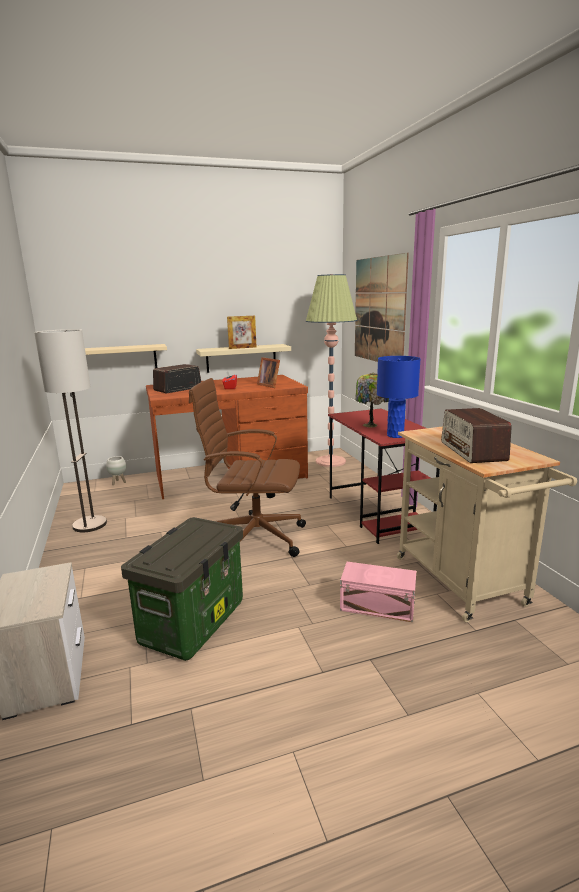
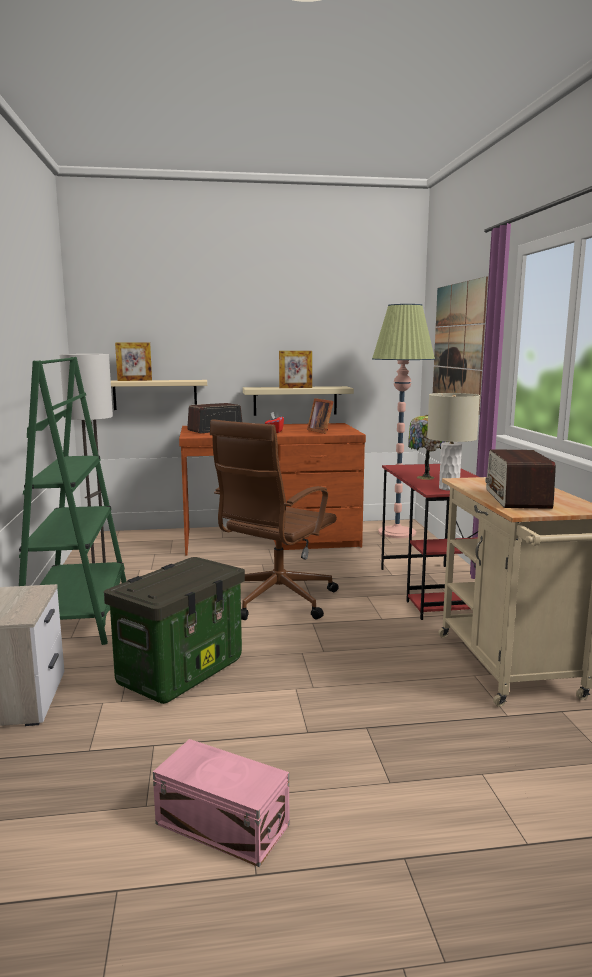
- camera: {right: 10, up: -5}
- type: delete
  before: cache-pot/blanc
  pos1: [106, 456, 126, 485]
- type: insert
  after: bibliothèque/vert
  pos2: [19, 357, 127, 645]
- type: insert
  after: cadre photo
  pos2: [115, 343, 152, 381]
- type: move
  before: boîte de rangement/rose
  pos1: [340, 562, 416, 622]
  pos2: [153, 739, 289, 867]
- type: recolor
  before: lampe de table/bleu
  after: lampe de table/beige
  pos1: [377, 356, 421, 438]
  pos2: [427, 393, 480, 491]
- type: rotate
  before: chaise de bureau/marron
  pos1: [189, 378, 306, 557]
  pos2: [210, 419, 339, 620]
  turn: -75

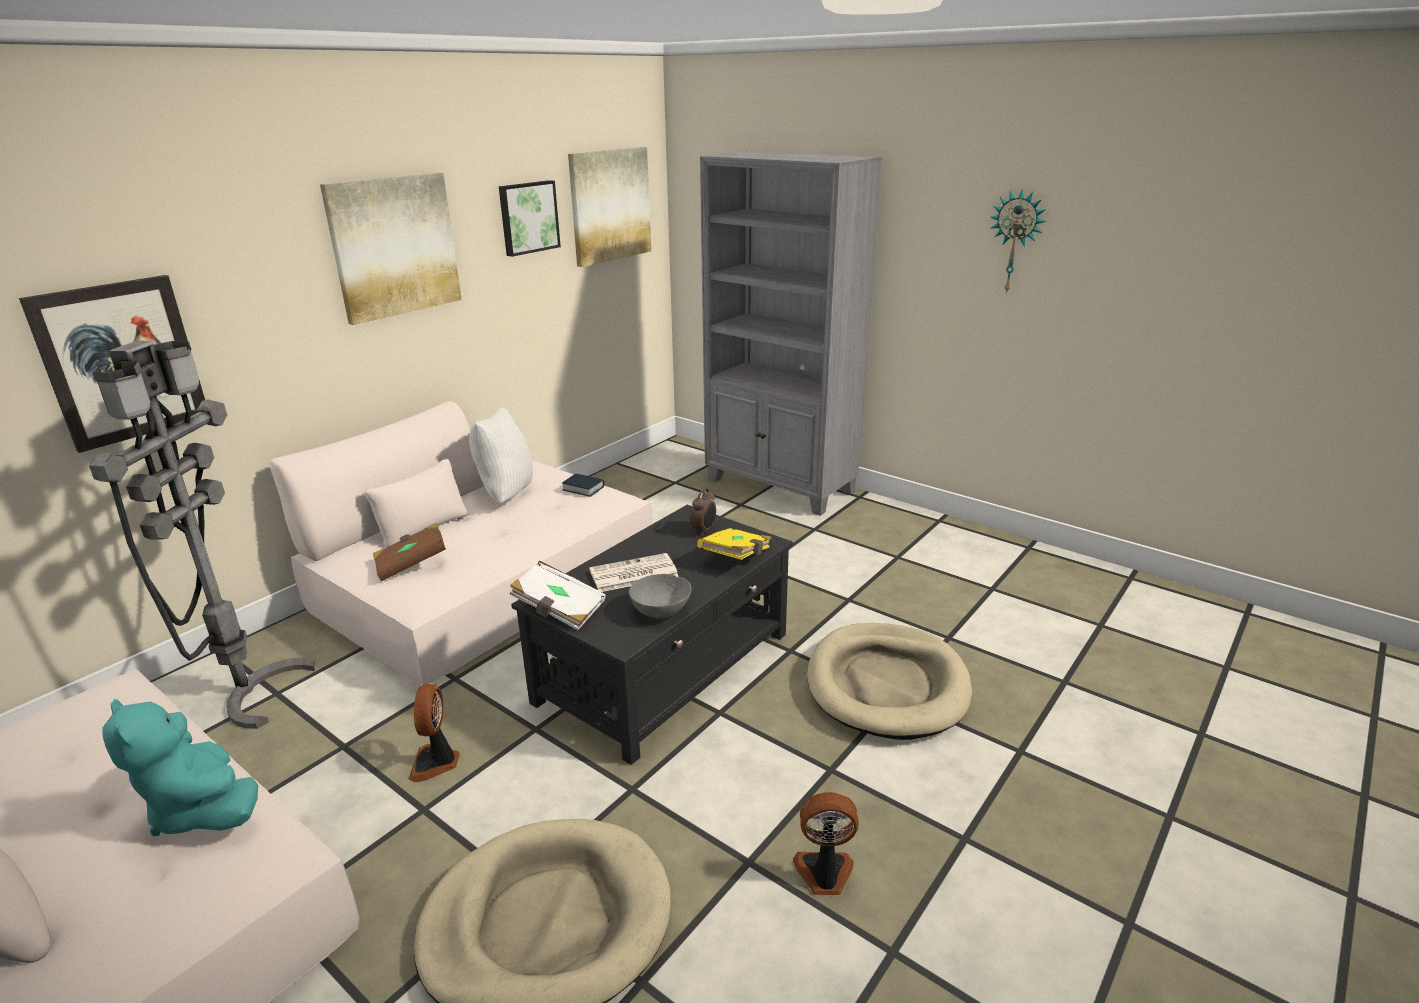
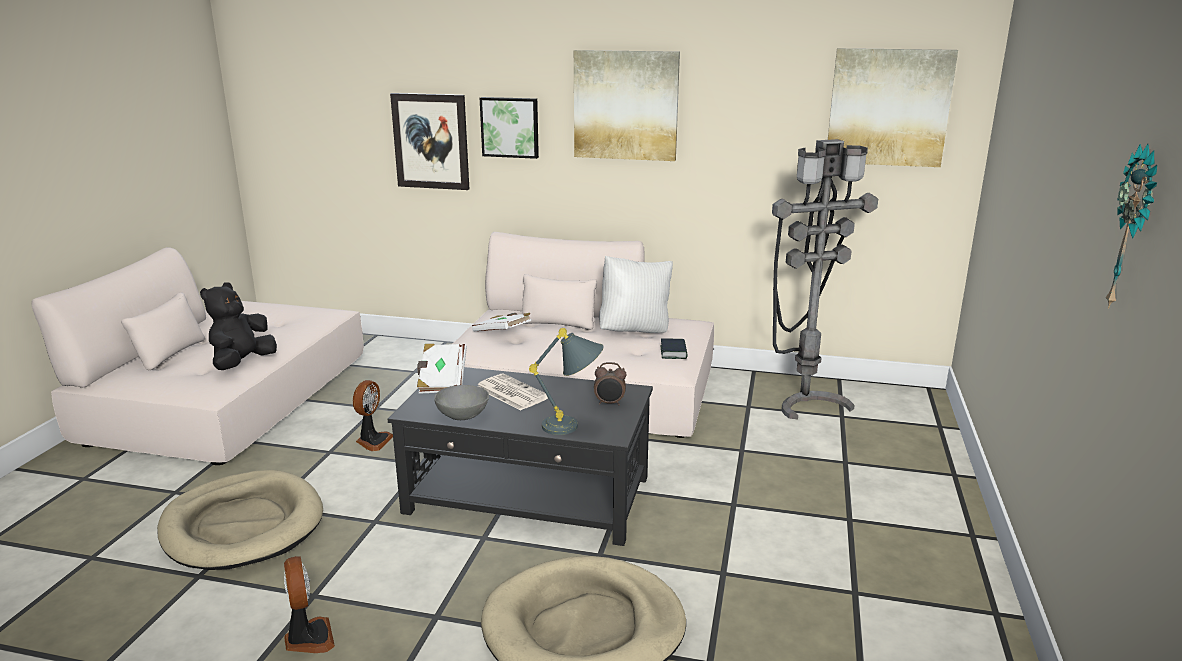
- camera: {right: 65, up: -5}
- type: delete
  before: bibliothèque/gris
  pos1: [700, 151, 882, 516]
- type: move
  before: lampadaire/gris
  pos1: [89, 341, 315, 729]
  pos2: [772, 139, 878, 419]
- type: move
  before: tableau
  pos1: [499, 180, 561, 257]
  pos2: [480, 97, 539, 159]
- type: replace
  before: livre/jaune
  after: lampe de table/gris
  pos1: [697, 528, 772, 560]
  pos2: [529, 328, 603, 435]
- type: recolor
  before: peluche/turquoise
  after: peluche/noir
  pos1: [102, 699, 258, 836]
  pos2: [200, 282, 277, 370]
- type: recolor
  before: livre/marron
  after: livre/blanc
  pos1: [373, 523, 446, 581]
  pos2: [472, 313, 531, 331]
- type: rotate
  before: ventilateur
  pos1: [409, 684, 460, 782]
  pos2: [353, 380, 393, 451]
  turn: 135

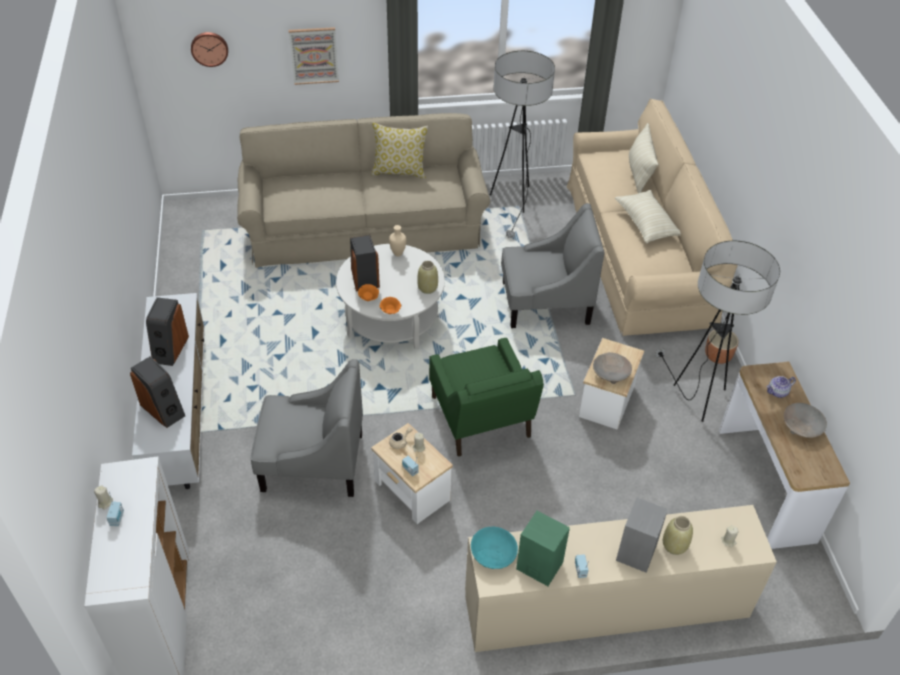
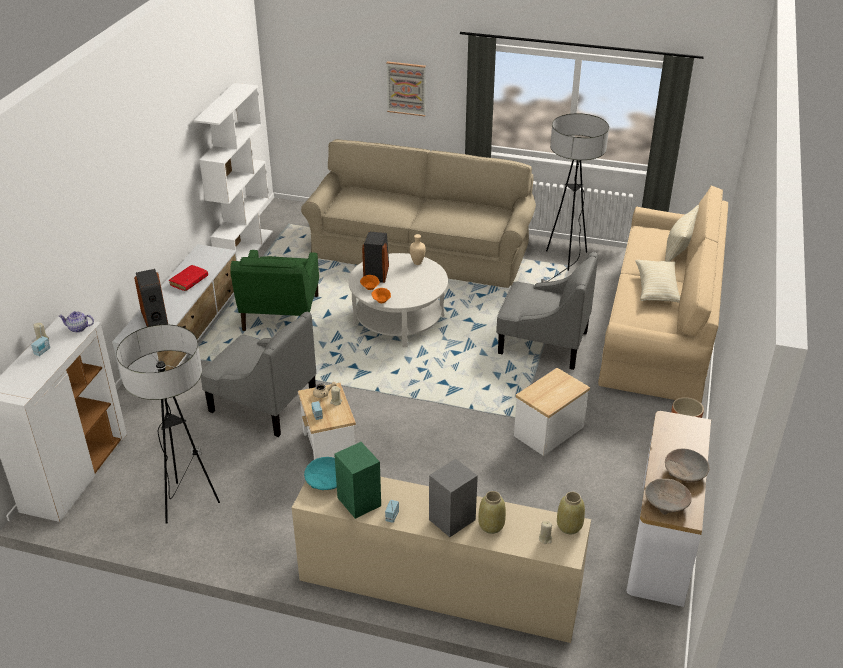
- camera: {right: 25, up: -10}
- type: delete
  before: horloge murale
  pos1: [191, 32, 228, 67]
- type: delete
  before: coussin
  pos1: [372, 122, 428, 179]
- type: insert
  after: bibliothèque/blanc
  pos2: [194, 83, 273, 261]
- type: move
  before: vase/beige
  pos1: [417, 261, 438, 294]
  pos2: [557, 492, 585, 534]
- type: move
  before: fauteuil/vert
  pos1: [429, 338, 544, 456]
  pos2: [230, 250, 319, 331]
- type: move
  before: bol/beige
  pos1: [593, 352, 632, 384]
  pos2: [645, 479, 692, 515]
- type: move
  before: lampadaire
  pos1: [655, 241, 780, 422]
  pos2: [116, 324, 220, 524]
- type: move
  before: théière
  pos1: [766, 376, 796, 398]
  pos2: [59, 311, 94, 332]
- type: replace
  before: enceinte
  after: livre/rouge
  pos1: [146, 297, 189, 366]
  pos2: [169, 265, 208, 291]

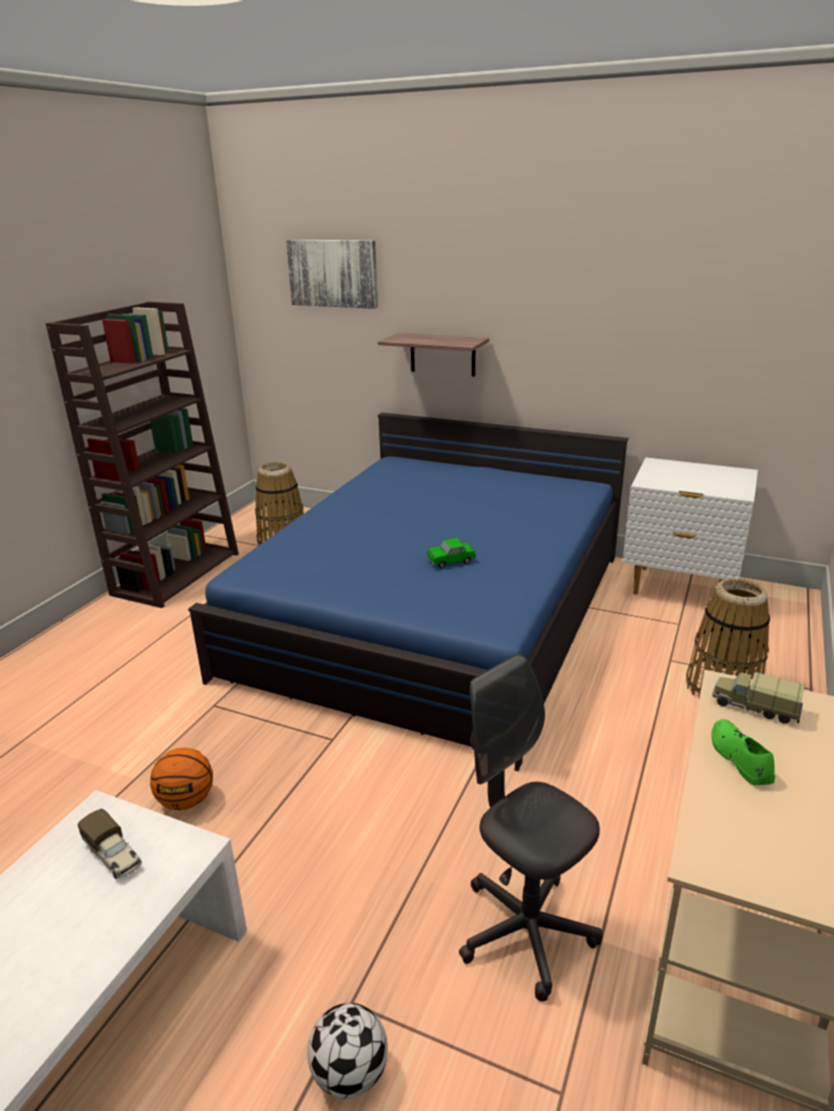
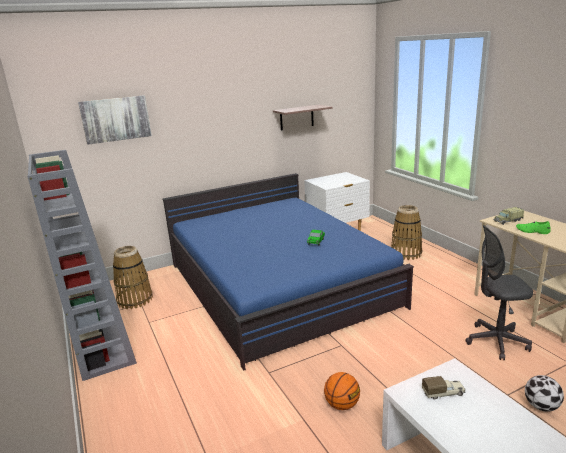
- camera: {right: -50, up: -5}
- type: move
  before: étagère
  pos1: [378, 333, 489, 377]
  pos2: [273, 105, 332, 131]
- type: recolor
  before: bibliothèque/marron
  after: bibliothèque/gris
  pos1: [46, 302, 239, 608]
  pos2: [27, 150, 137, 381]

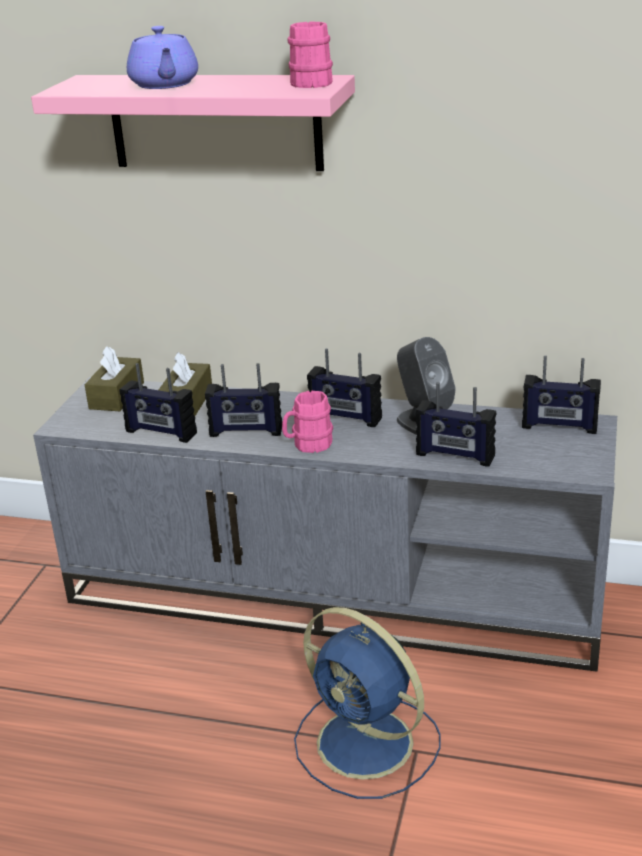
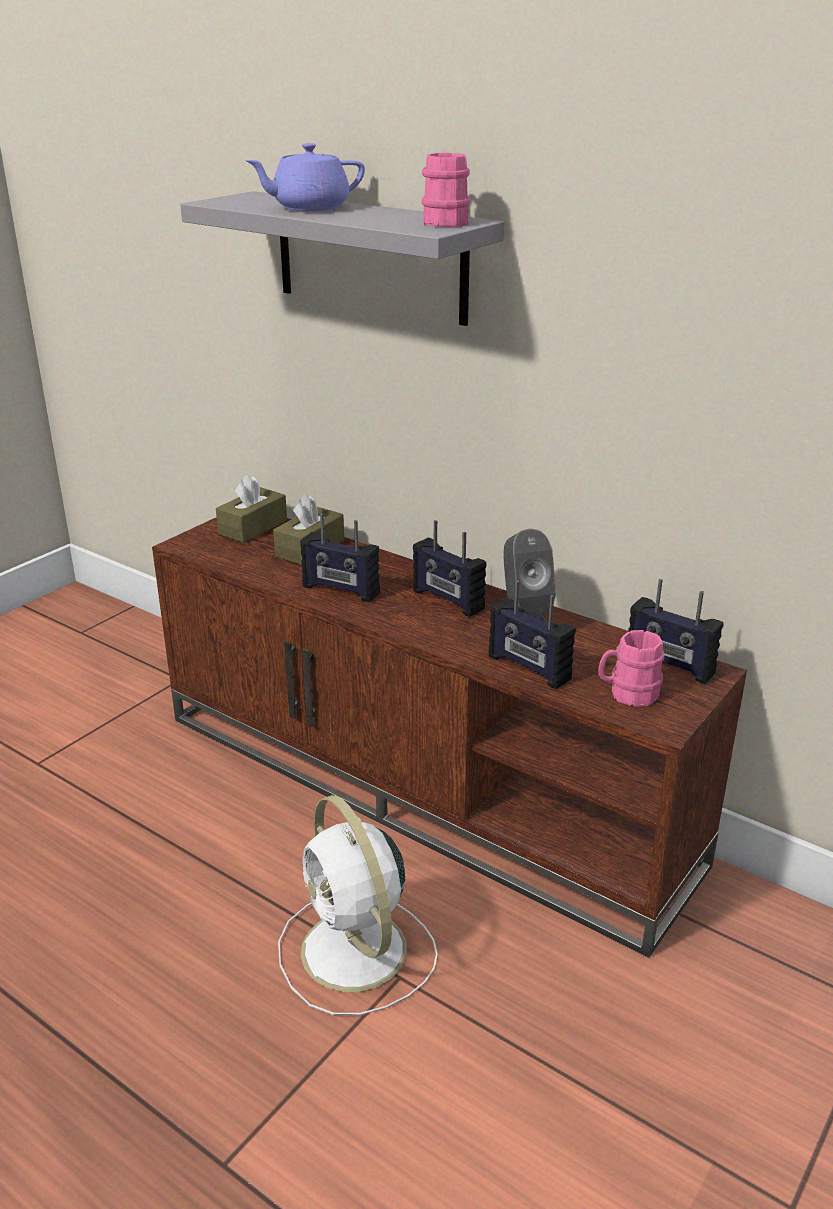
- camera: {right: 20, up: 0}
- type: delete
  before: radio
  pos1: [120, 363, 197, 443]
- type: move
  before: mug/rose
  pos1: [282, 391, 333, 453]
  pos2: [598, 630, 664, 707]
- type: recolor
  before: étagère/rose
  after: étagère/gris
  pos1: [31, 75, 355, 171]
  pos2: [180, 191, 504, 326]
- type: recolor
  before: meuble télé/gris
  after: meuble télé/marron
  pos1: [33, 377, 617, 672]
  pos2: [152, 517, 747, 958]
- type: recolor
  before: ventilateur/bleu
  after: ventilateur/blanc
  pos1: [294, 607, 441, 799]
  pos2: [278, 795, 438, 1015]
- type: rotate
  before: théière/violet
  pos1: [127, 26, 198, 89]
  pos2: [245, 143, 365, 211]
  turn: 60

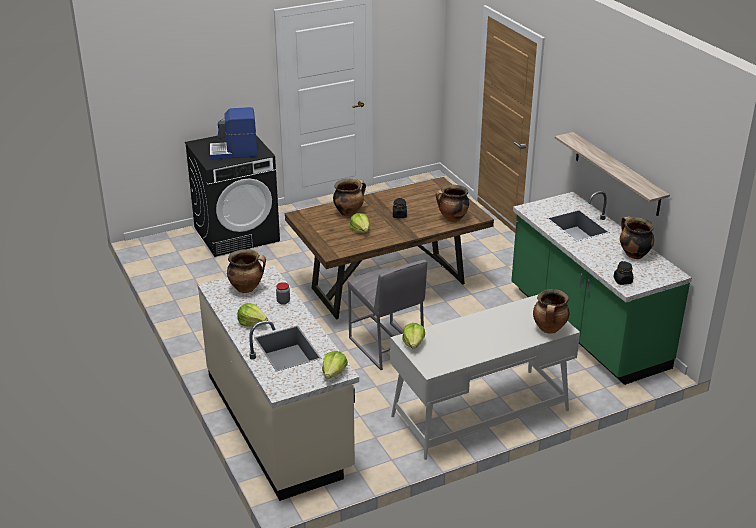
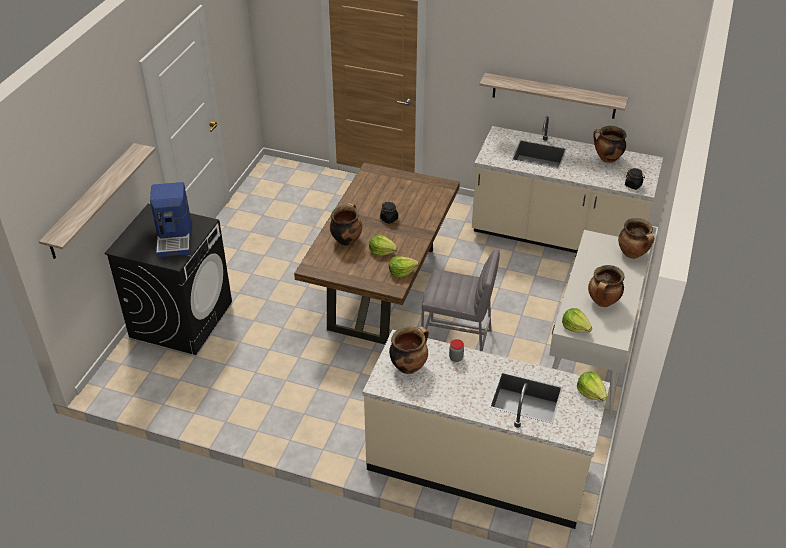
- camera: {right: -45, up: 10}
- type: insert
  after: étagère
  pos2: [39, 143, 156, 259]
- type: move
  before: laitue
  pos1: [237, 303, 268, 327]
  pos2: [389, 256, 419, 278]
- type: move
  before: marmite
  pos1: [436, 185, 469, 222]
  pos2: [588, 265, 624, 307]
- type: recolor
  before: comptoir de cuisine/vert
  after: comptoir de cuisine/beige
  pos1: [511, 191, 692, 385]
  pos2: [472, 116, 663, 253]
- type: rotate
  before: machine à café
  pos1: [210, 107, 257, 160]
  pos2: [150, 182, 191, 257]
  turn: -45

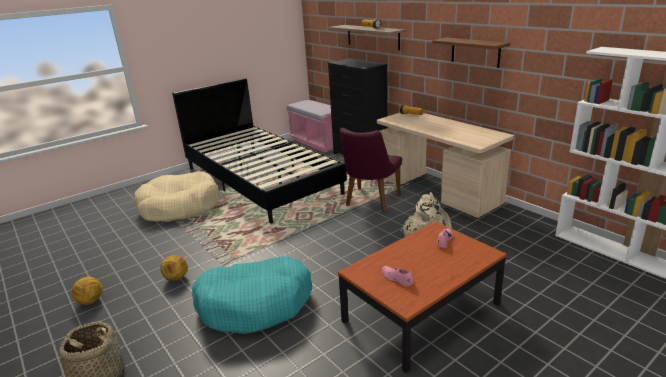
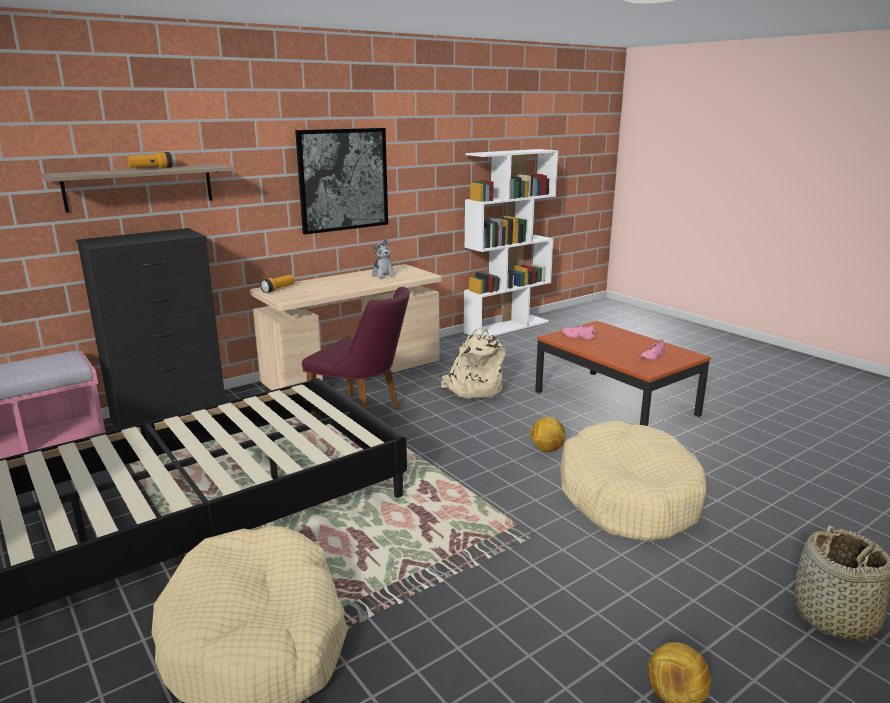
- camera: {right: -90, up: -5}
- type: insert
  after: peluche
  pos2: [372, 239, 396, 279]
- type: move
  before: ballon de foot
  pos1: [160, 255, 188, 281]
  pos2: [530, 417, 566, 452]
- type: replace
  before: étagère/marron
  after: tableau
  pos1: [432, 37, 510, 68]
  pos2: [295, 128, 388, 235]
- type: recolor
  before: panier pour chien/turquoise
  after: panier pour chien/beige
  pos1: [192, 257, 312, 334]
  pos2: [560, 420, 707, 542]

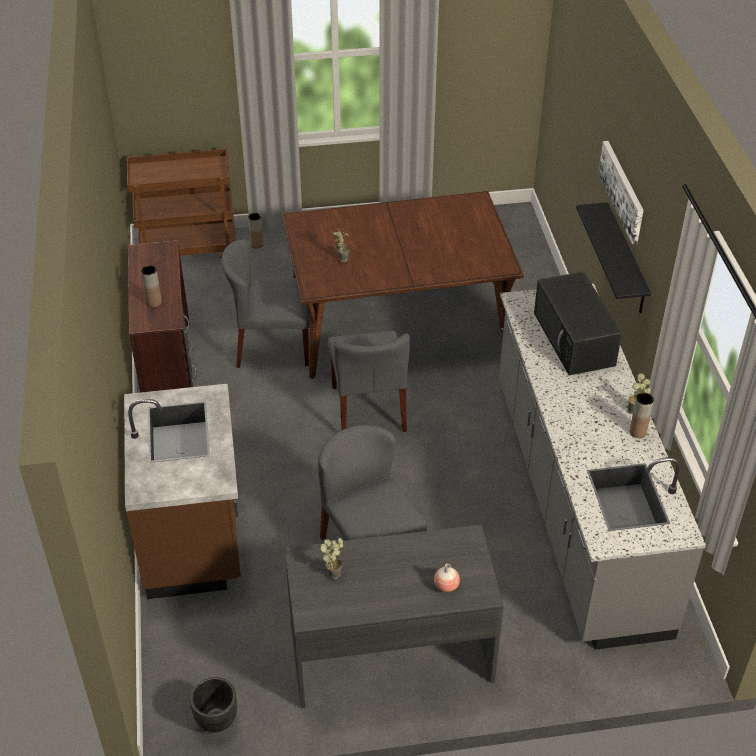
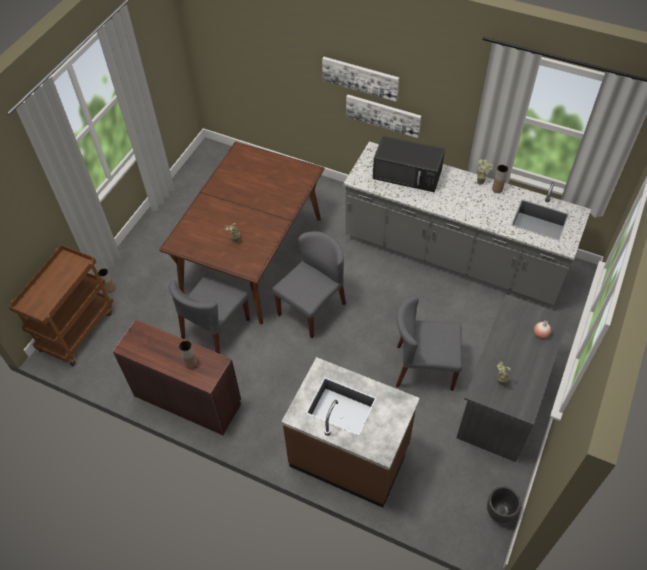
- camera: {right: -55, up: 10}
- type: replace
  before: étagère/noir
  after: tableau
  pos1: [576, 202, 651, 313]
  pos2: [346, 95, 421, 138]
- type: rotate
  before: chaise/gris
  pos1: [328, 331, 410, 432]
  pos2: [272, 231, 346, 338]
  turn: -75

